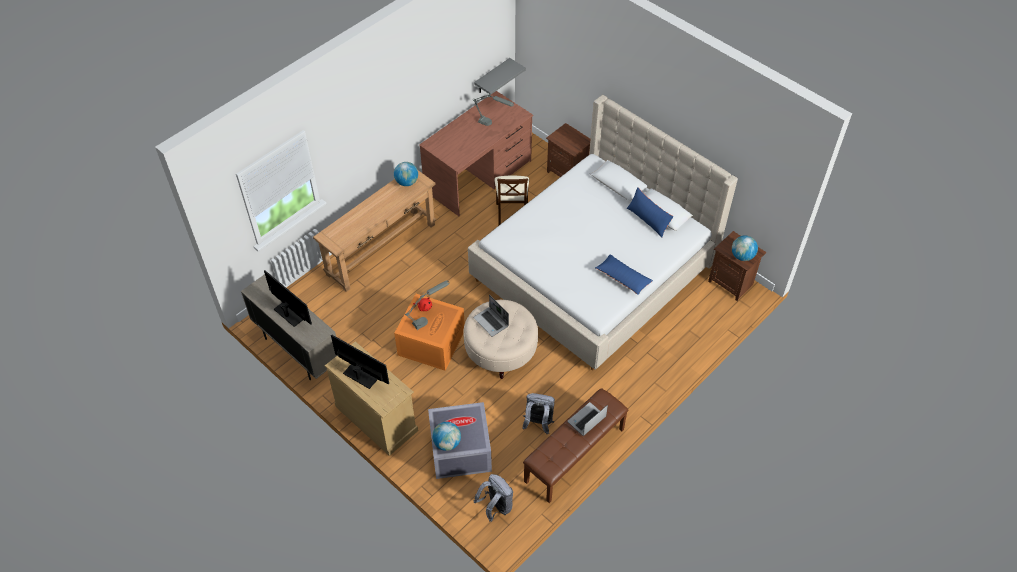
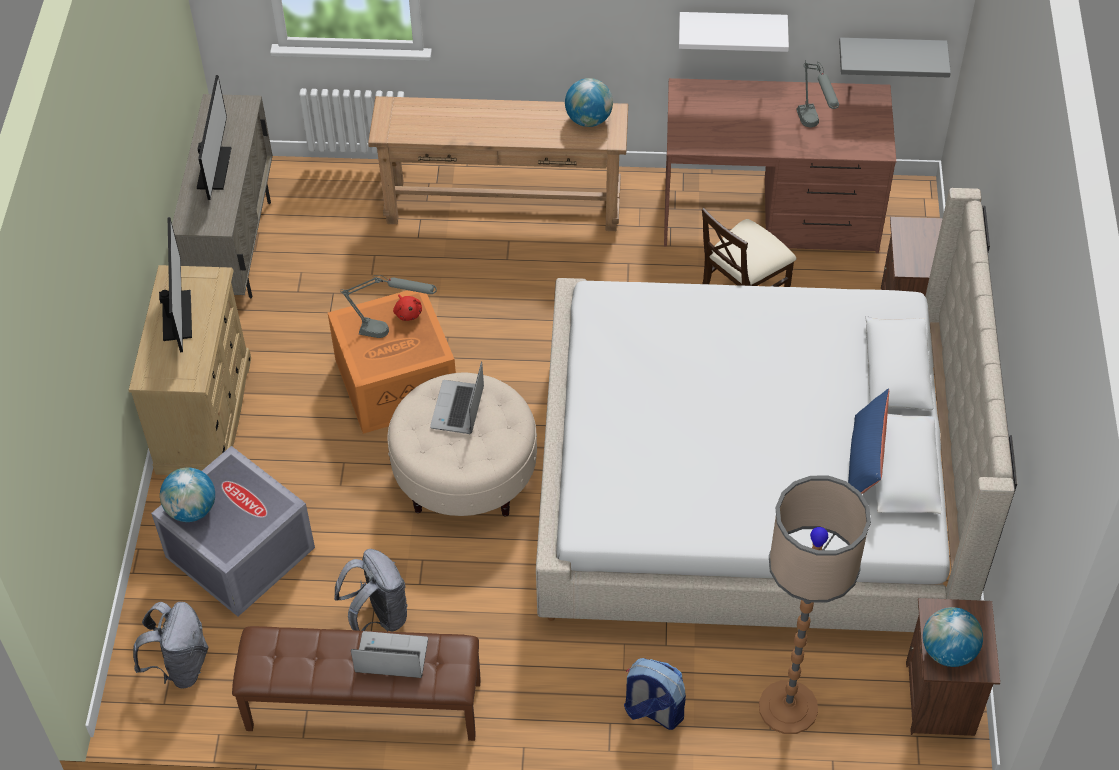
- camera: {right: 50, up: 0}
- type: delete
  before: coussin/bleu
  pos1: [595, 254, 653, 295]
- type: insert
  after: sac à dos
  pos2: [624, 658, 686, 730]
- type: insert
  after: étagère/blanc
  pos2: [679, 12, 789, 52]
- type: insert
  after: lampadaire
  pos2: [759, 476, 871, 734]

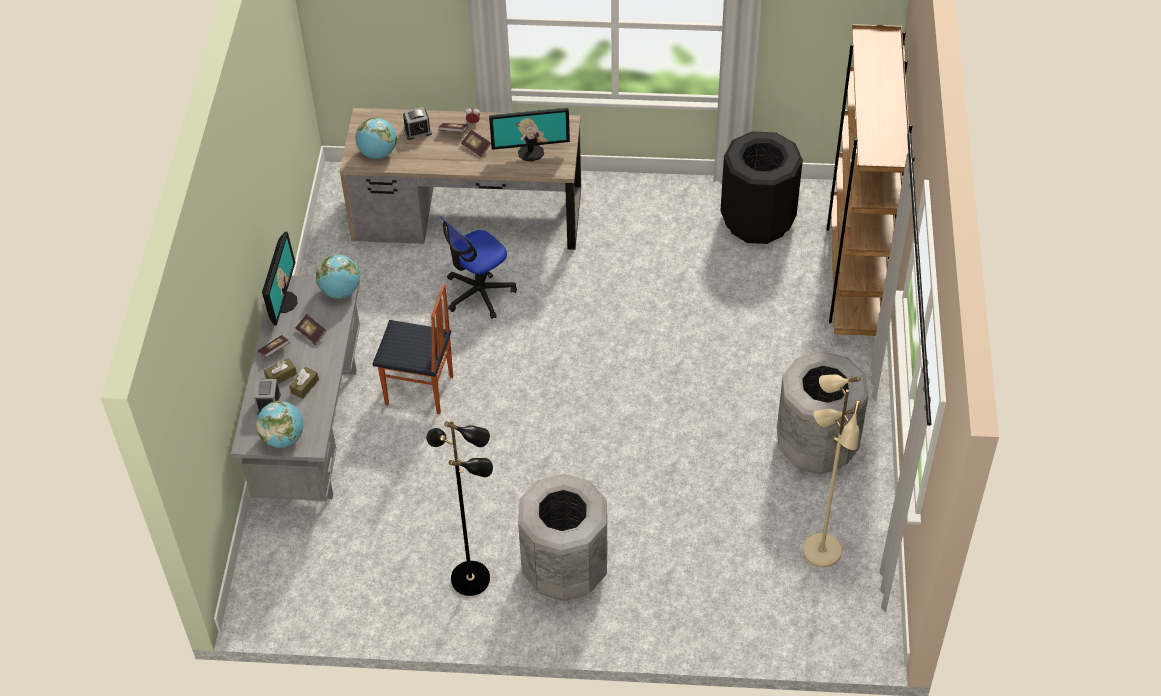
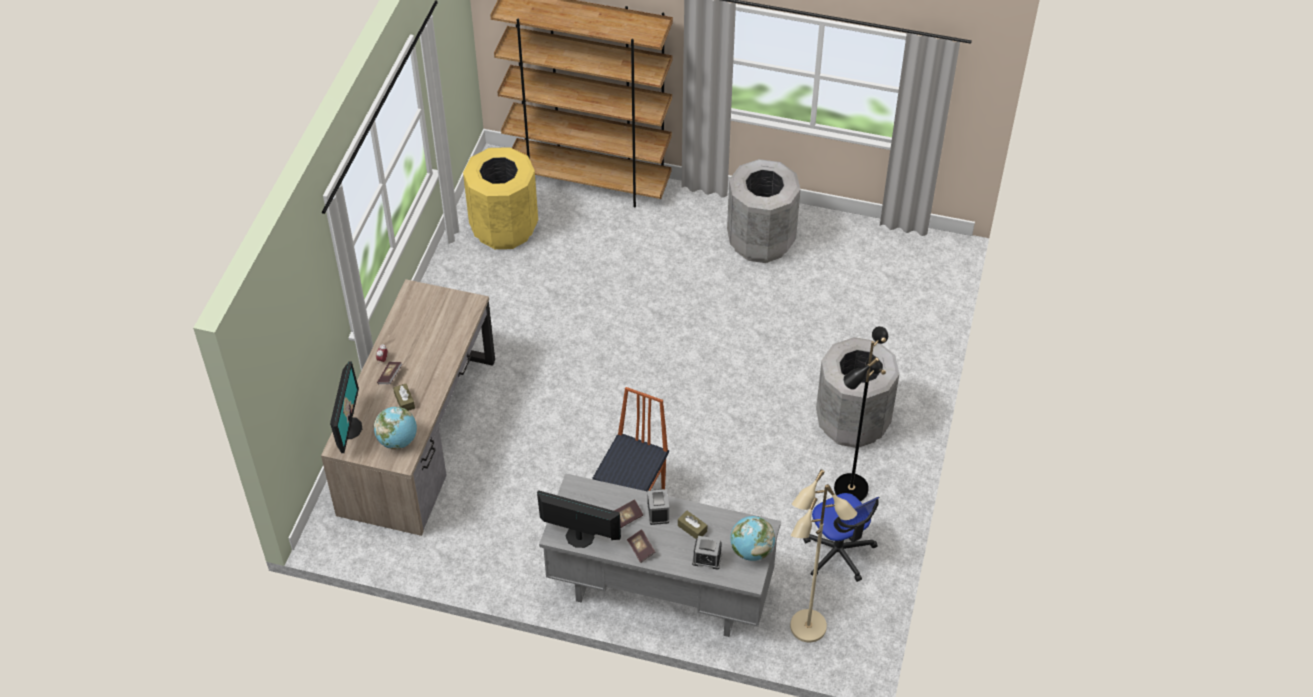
- camera: {right: -80, up: 0}
- type: delete
  before: globe
  pos1: [316, 254, 360, 299]
- type: delete
  before: livre
  pos1: [461, 130, 491, 157]
- type: move
  before: boîte à mouchoirs/marron
  pos1: [264, 358, 297, 384]
  pos2: [393, 384, 415, 411]
- type: move
  before: réveil
  pos1: [403, 107, 432, 140]
  pos2: [648, 489, 669, 525]
- type: move
  before: chaise de bureau
  pos1: [440, 216, 517, 319]
  pos2: [803, 493, 879, 582]
- type: move
  before: écran d'ordinateur
  pos1: [489, 108, 570, 161]
  pos2: [330, 362, 362, 453]
- type: move
  before: lampadaire/beige
  pos1: [803, 374, 861, 567]
  pos2: [790, 470, 857, 642]
- type: recolor
  before: poubelle/noir
  after: poubelle/jaune
  pos1: [720, 131, 803, 244]
  pos2: [463, 147, 538, 249]

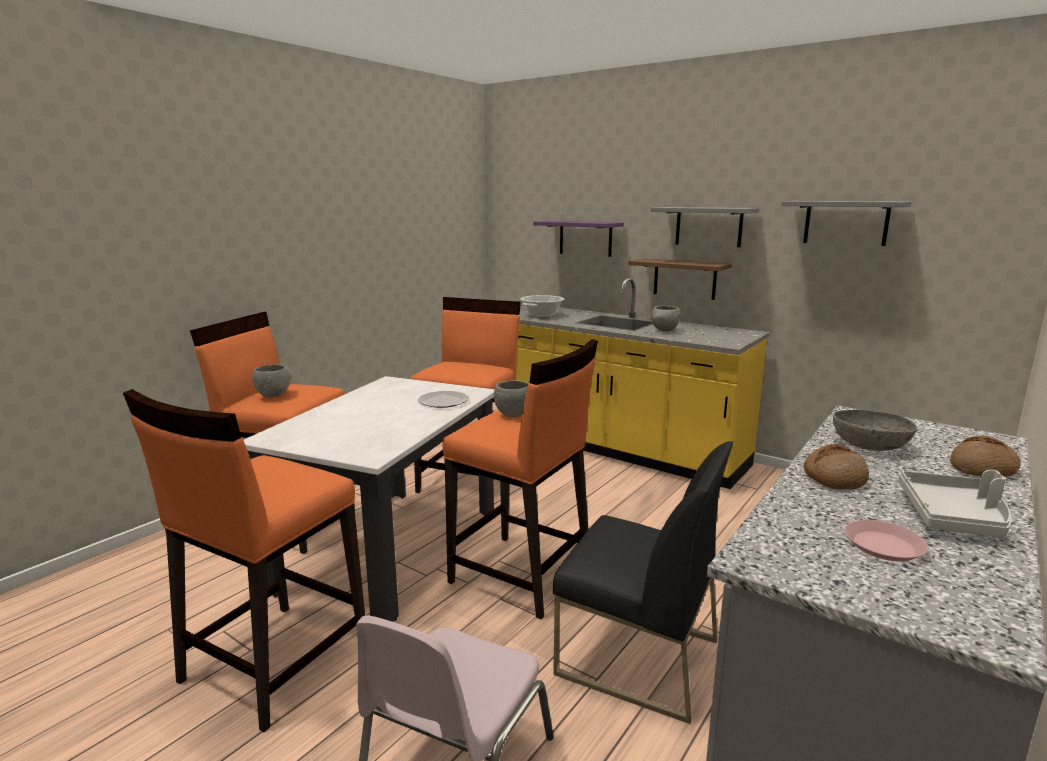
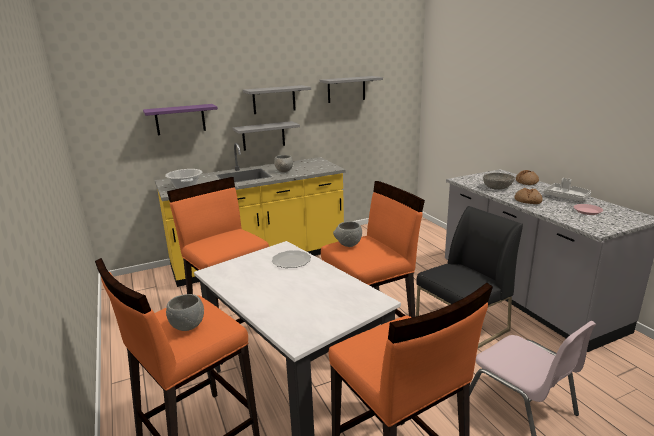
- camera: {right: -60, up: 5}
- type: recolor
  before: étagère/marron
  after: étagère/gris
  pos1: [629, 258, 732, 300]
  pos2: [233, 121, 300, 151]

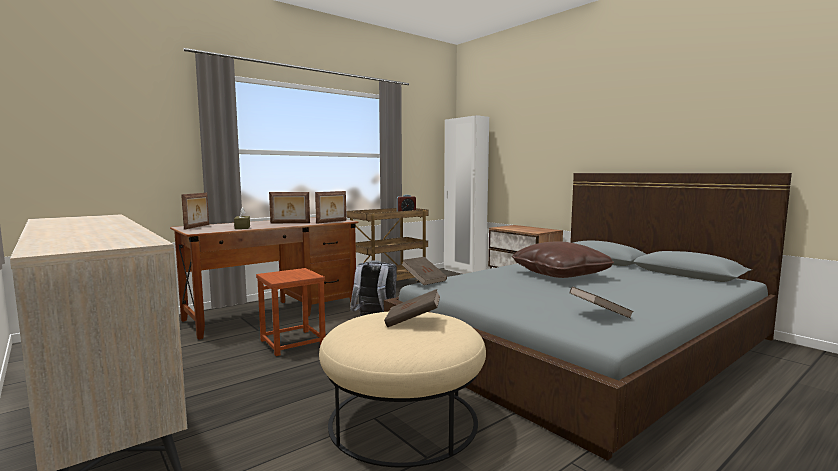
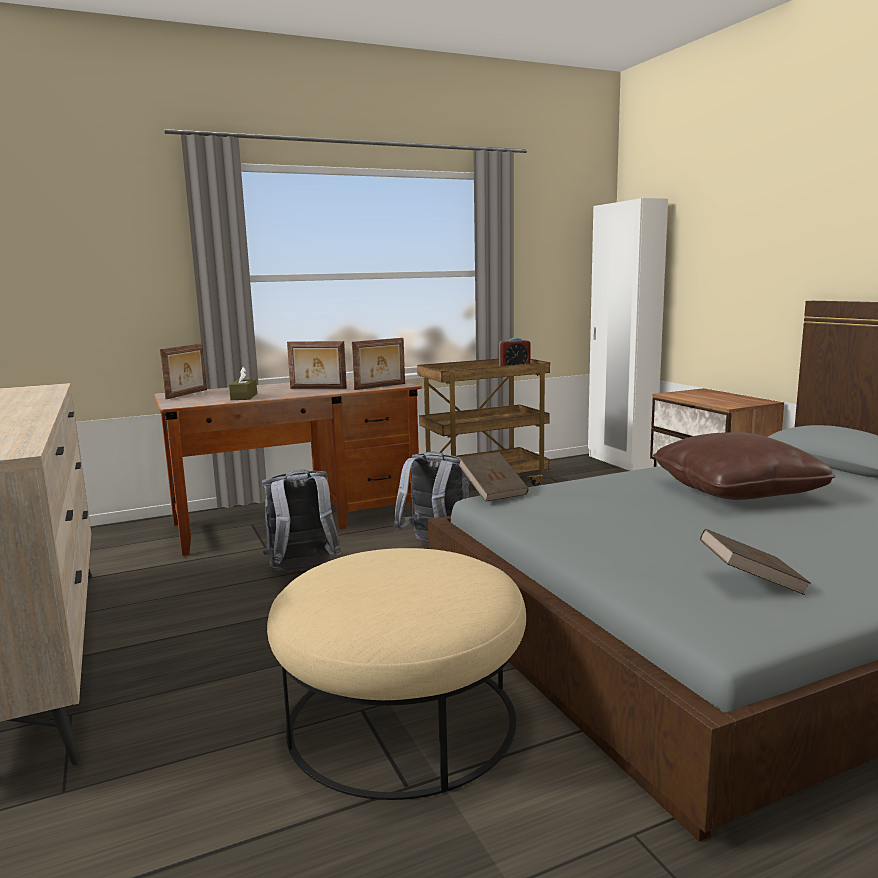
- camera: {right: 15, up: 5}
- type: delete
  before: livre/marron
  pos1: [384, 289, 440, 327]
- type: replace
  before: tabouret/marron
  after: sac à dos/gris
  pos1: [256, 268, 326, 356]
  pos2: [262, 470, 342, 573]

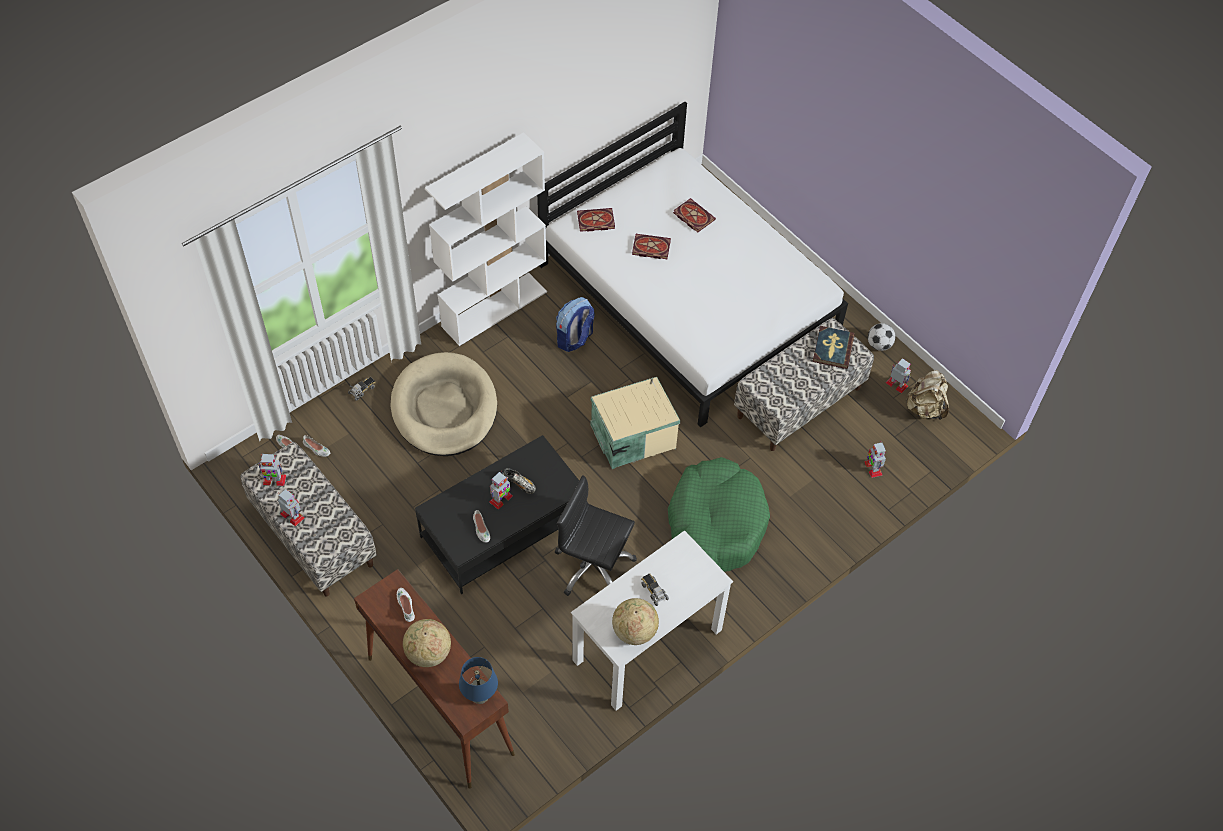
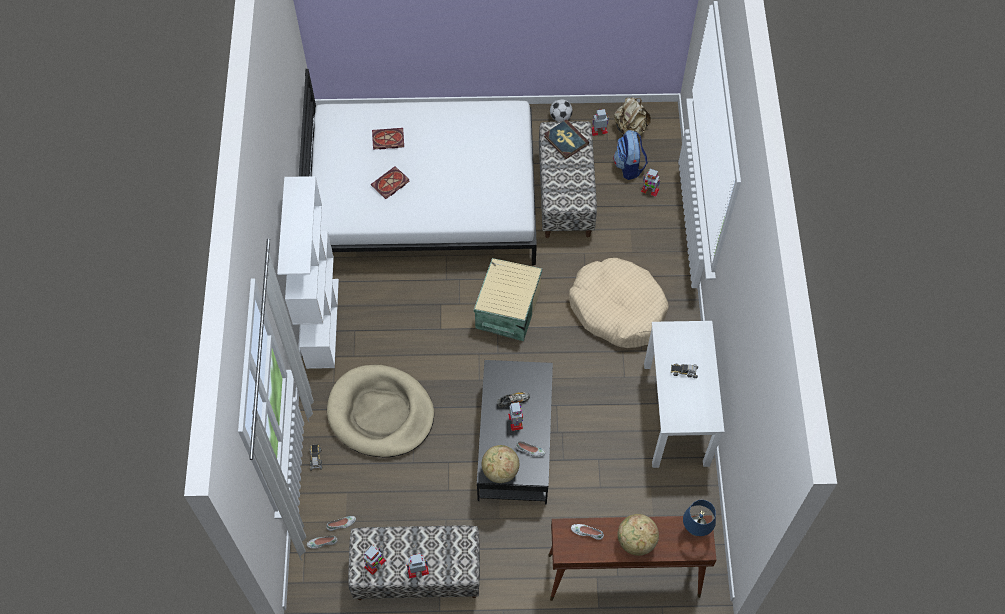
- camera: {right: -50, up: 5}
- type: delete
  before: chaise de bureau/noir
  pos1: [555, 475, 637, 596]
- type: delete
  before: livre
  pos1: [577, 208, 615, 232]
- type: move
  before: sac à dos
  pos1: [556, 297, 595, 352]
  pos2: [614, 130, 648, 180]
- type: move
  before: globe
  pos1: [612, 598, 659, 645]
  pos2: [482, 445, 519, 483]
- type: recolor
  before: panier pour chien/vert
  after: panier pour chien/beige
  pos1: [668, 457, 770, 572]
  pos2: [569, 258, 669, 348]

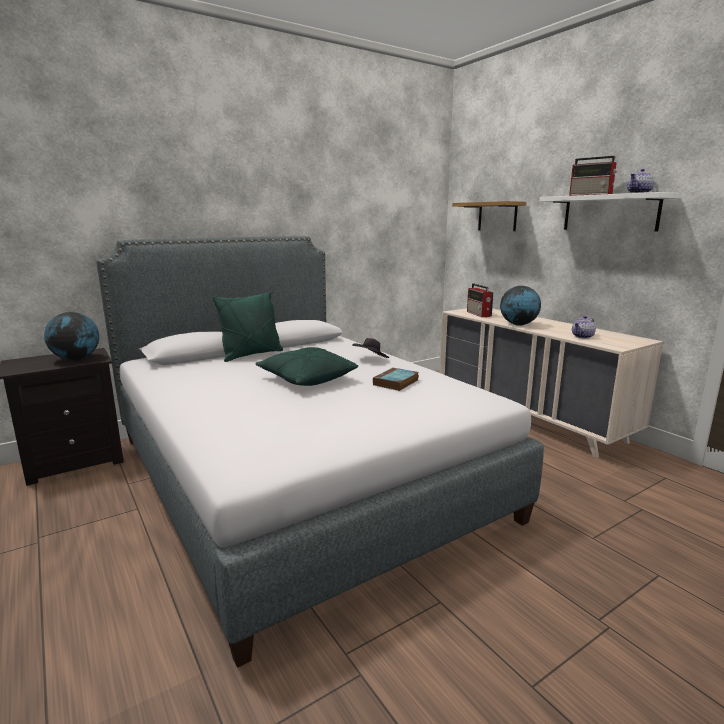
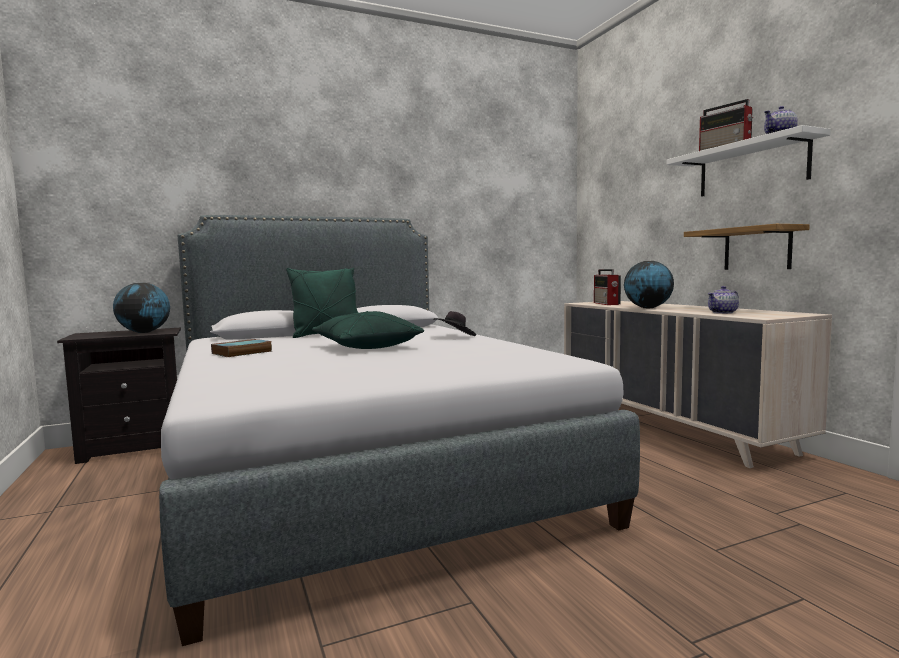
- camera: {right: 10, up: -10}
- type: move
  before: livre
  pos1: [373, 367, 419, 391]
  pos2: [211, 339, 272, 357]
- type: move
  before: étagère
  pos1: [452, 201, 527, 231]
  pos2: [684, 224, 810, 270]

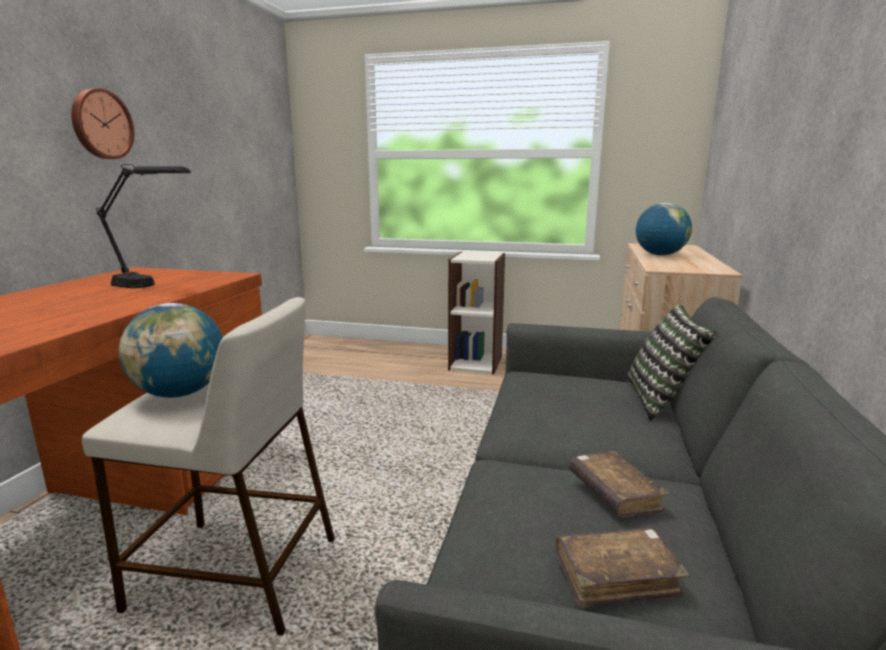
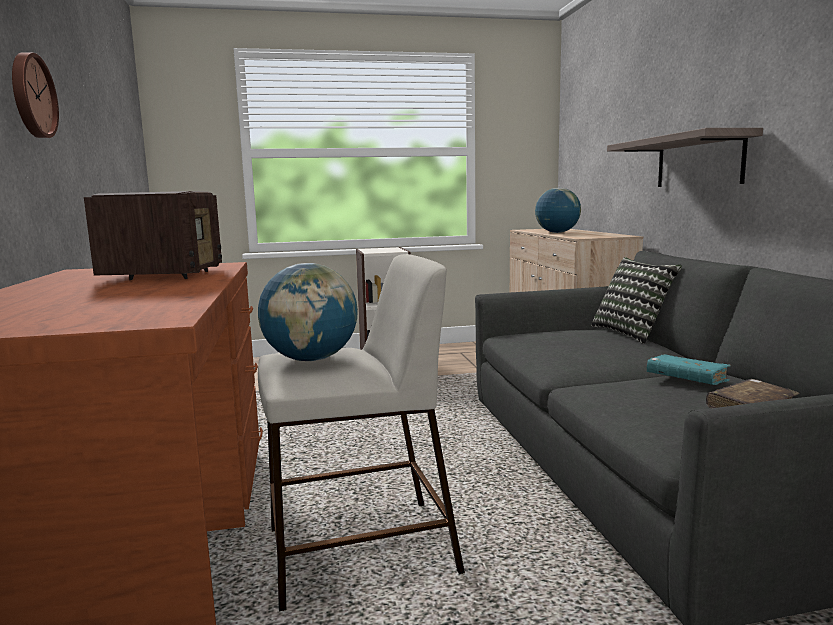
- camera: {right: -25, up: -5}
- type: insert
  after: étagère
  pos2: [607, 128, 763, 187]
- type: replace
  before: lampe de table/noir
  after: radio
  pos1: [96, 164, 191, 288]
  pos2: [84, 191, 222, 280]
- type: recolor
  before: livre/marron
  after: livre/turquoise
  pos1: [569, 451, 669, 517]
  pos2: [647, 354, 731, 385]

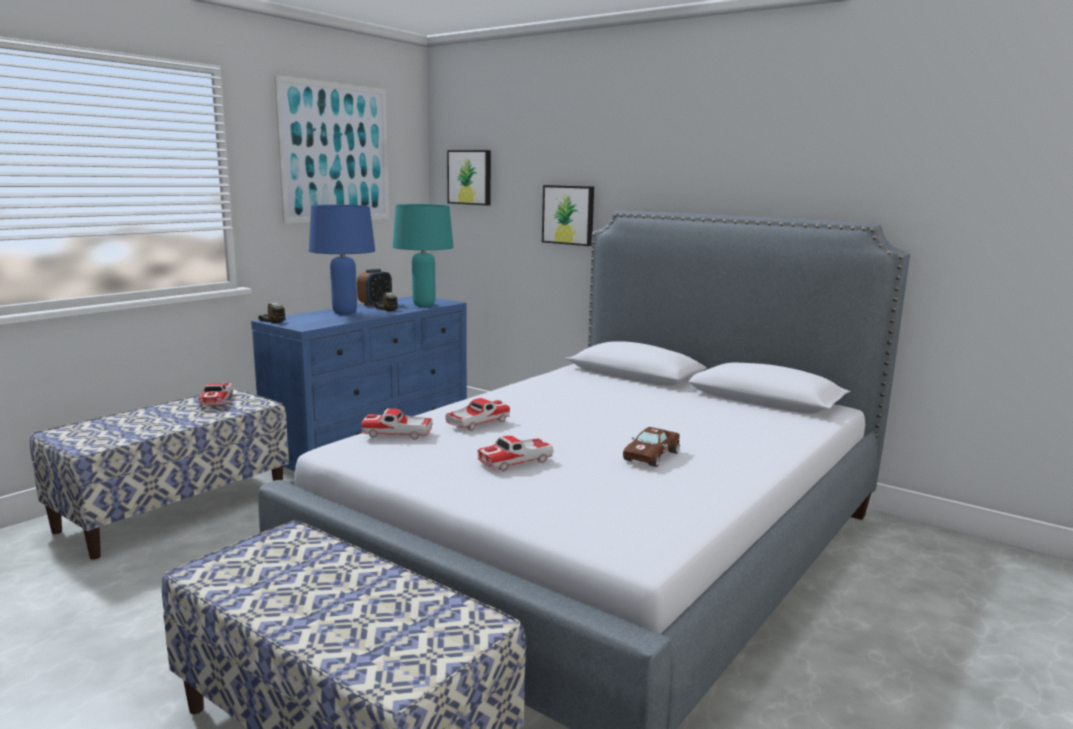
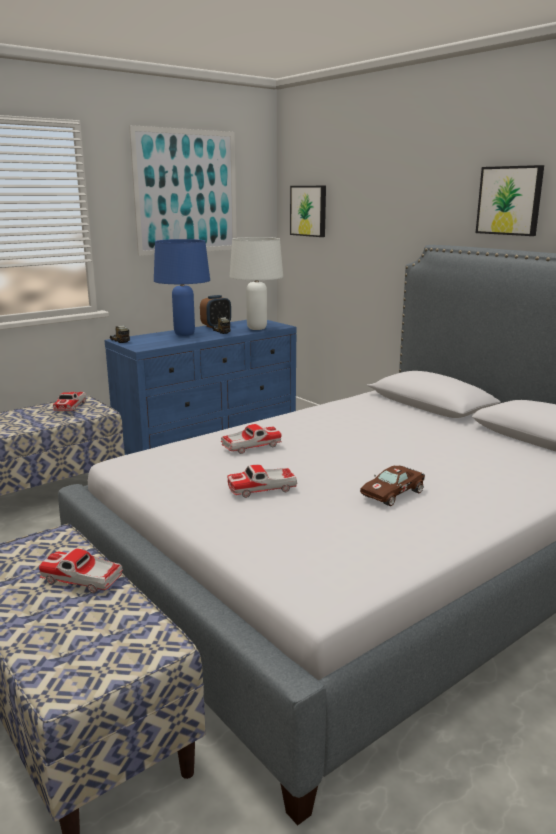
- camera: {right: 15, up: 5}
- type: move
  before: petite voiture
  pos1: [361, 409, 433, 440]
  pos2: [39, 548, 123, 593]
- type: move
  before: tableau
  pos1: [542, 185, 594, 246]
  pos2: [476, 165, 544, 236]
- type: recolor
  before: lampe de table/turquoise
  after: lampe de table/blanc
  pos1: [393, 204, 454, 307]
  pos2: [230, 237, 283, 330]

